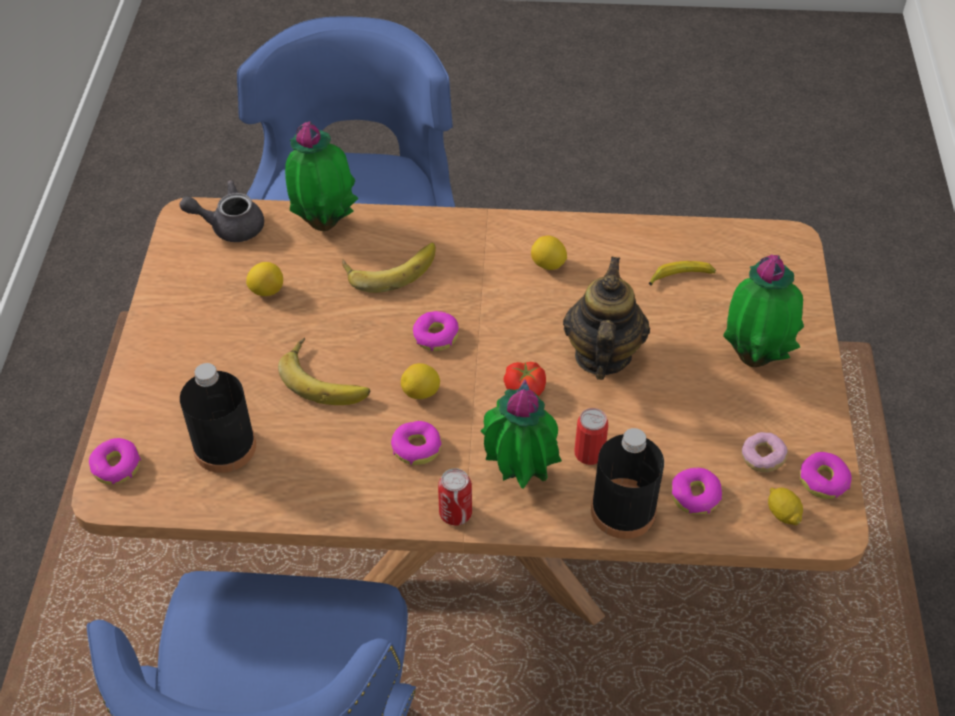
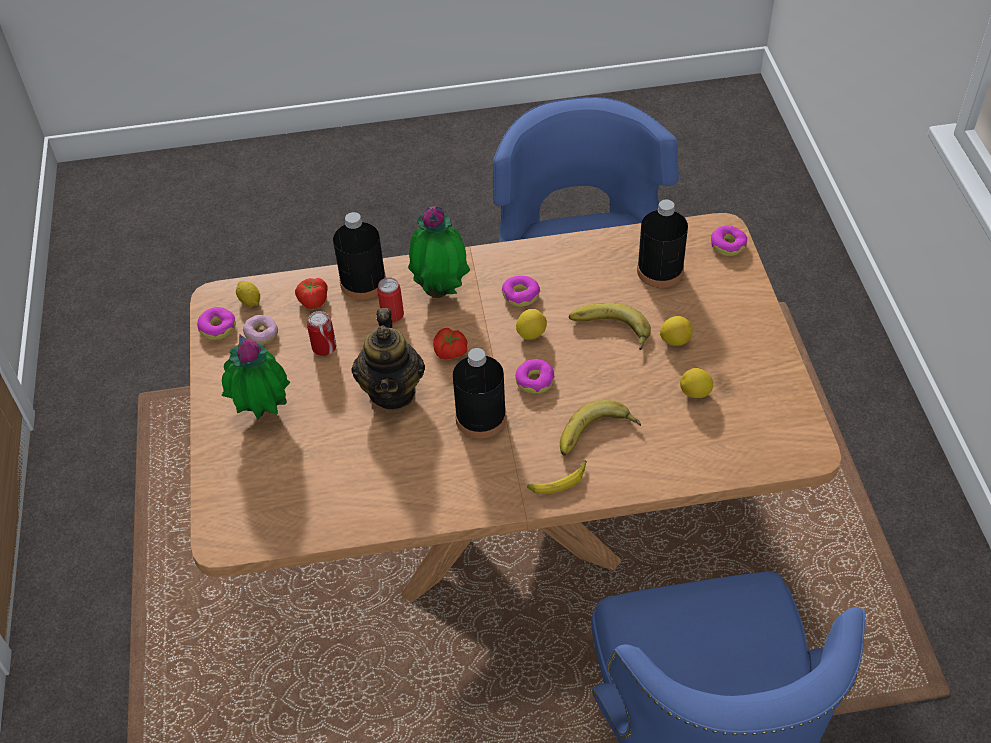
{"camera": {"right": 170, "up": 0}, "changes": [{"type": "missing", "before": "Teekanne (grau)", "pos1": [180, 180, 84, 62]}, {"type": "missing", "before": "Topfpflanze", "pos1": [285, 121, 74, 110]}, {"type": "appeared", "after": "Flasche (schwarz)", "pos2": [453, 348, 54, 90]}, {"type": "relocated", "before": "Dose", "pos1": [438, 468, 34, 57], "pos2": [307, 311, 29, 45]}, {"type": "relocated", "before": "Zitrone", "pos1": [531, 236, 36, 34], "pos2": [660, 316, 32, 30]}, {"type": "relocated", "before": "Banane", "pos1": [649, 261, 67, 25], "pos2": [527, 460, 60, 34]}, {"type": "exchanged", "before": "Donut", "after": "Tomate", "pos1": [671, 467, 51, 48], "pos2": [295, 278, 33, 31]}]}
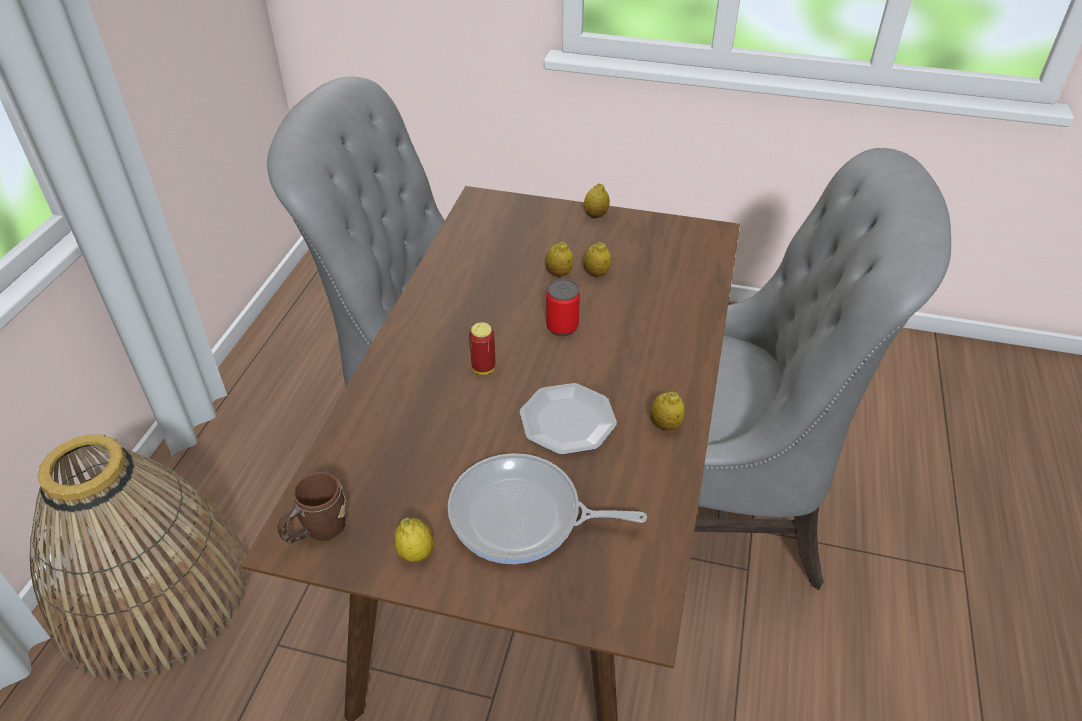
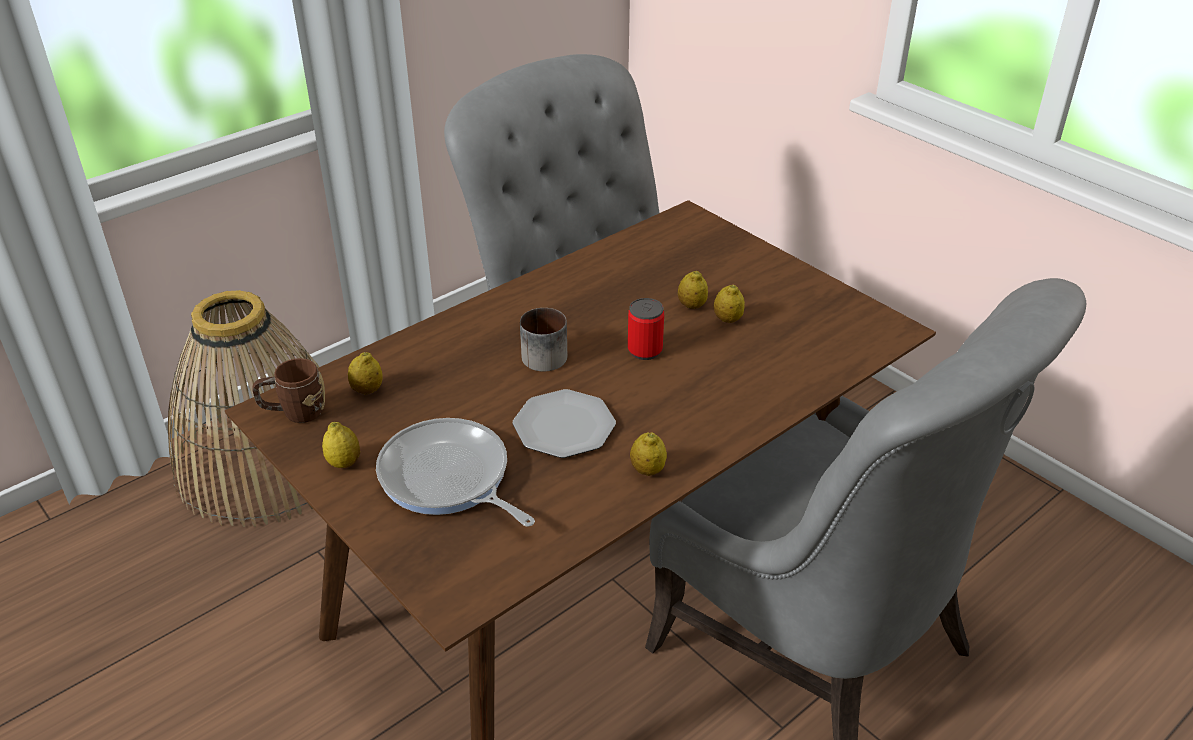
{"camera": {"right": 35, "up": -5}, "changes": [{"type": "relocated", "before": "Zitrone", "pos1": [584, 183, 26, 36], "pos2": [348, 352, 35, 42]}, {"type": "exchanged", "before": "Dose", "after": "Henkelbecher", "pos1": [469, 322, 26, 53], "pos2": [520, 308, 47, 63]}]}
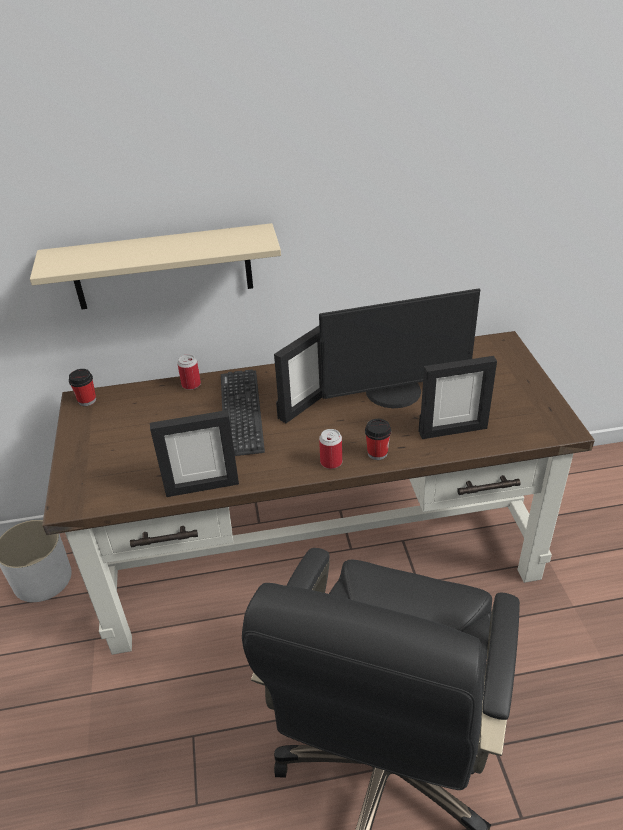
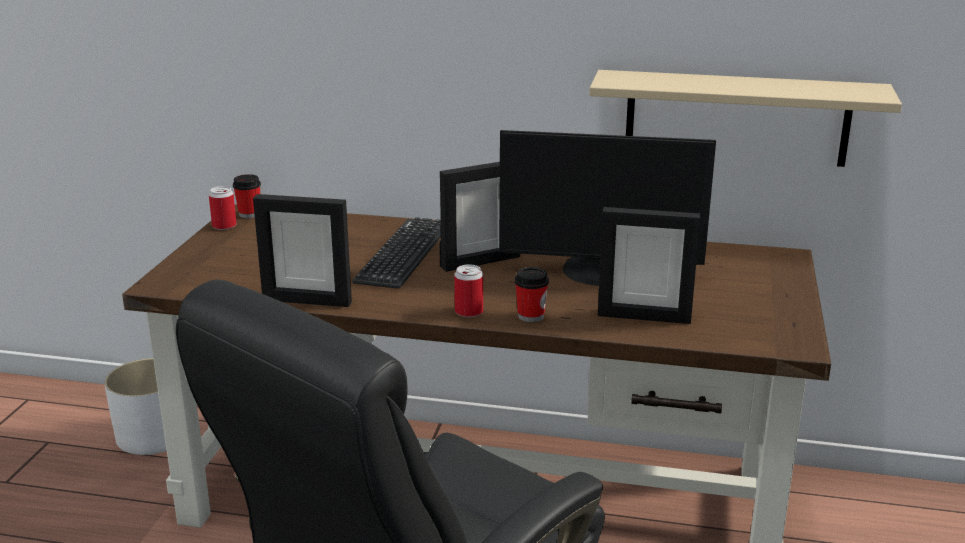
{"camera": {"right": 20, "up": -15}, "changes": [{"type": "relocated", "before": "Wandregal (beige)", "pos1": [30, 223, 251, 86], "pos2": [589, 70, 313, 97]}, {"type": "relocated", "before": "Dose", "pos1": [177, 354, 24, 36], "pos2": [209, 186, 28, 44]}]}
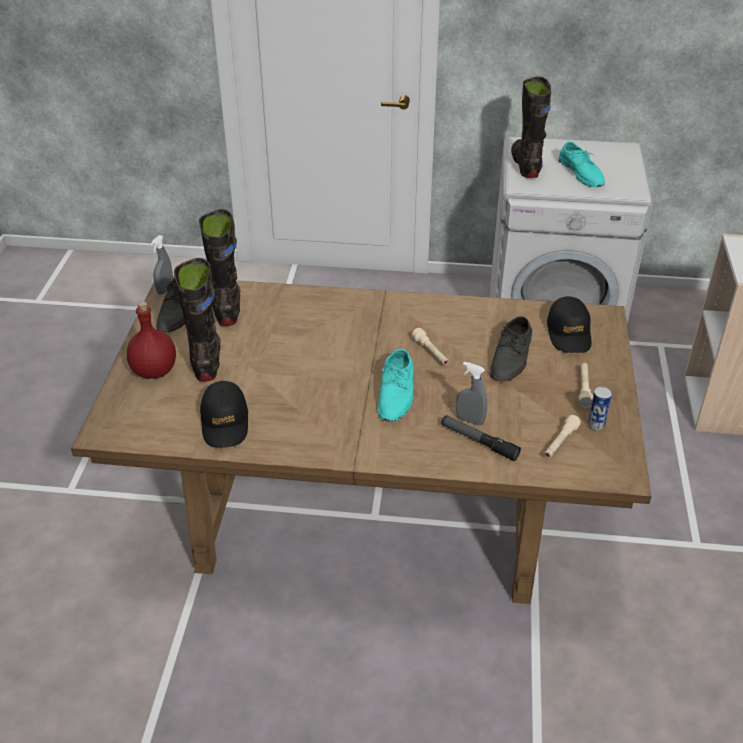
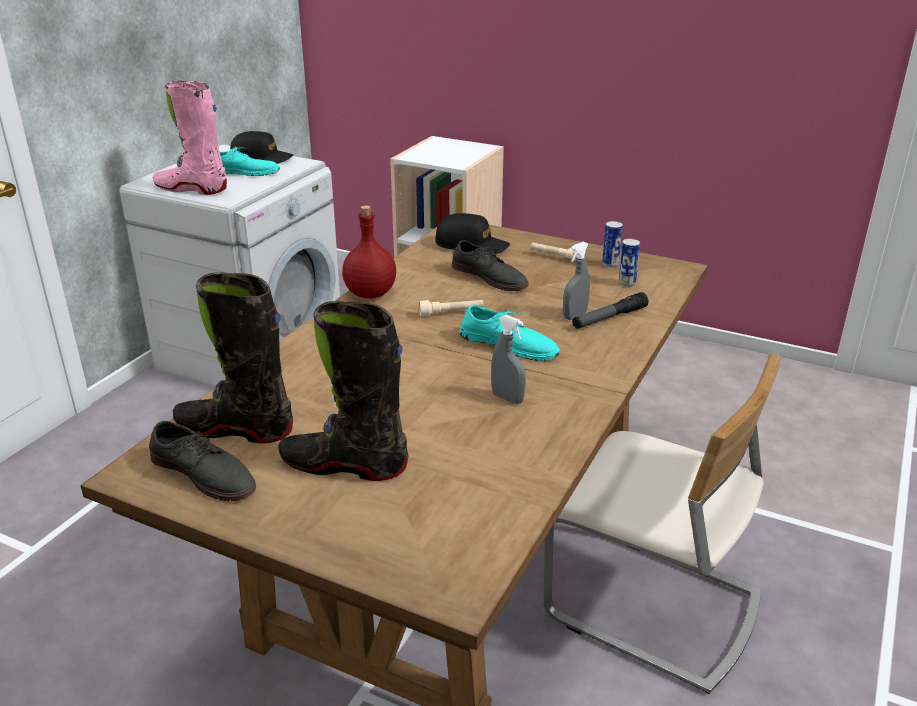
{"camera": {"right": -70, "up": -10}, "changes": [{"type": "appeared", "after": "Stuhl (beige)", "pos2": [543, 354, 238, 340]}, {"type": "relocated", "before": "Flasche (rot)", "pos1": [127, 301, 49, 78], "pos2": [342, 206, 54, 92]}, {"type": "relocated", "before": "Sprühflasche (grau)", "pos1": [151, 235, 22, 60], "pos2": [491, 315, 35, 89]}, {"type": "relocated", "before": "Kappe (schwarz)", "pos1": [200, 381, 48, 67], "pos2": [230, 131, 63, 33]}, {"type": "exchanged", "before": "Taschenlampe (beige)", "after": "Dose", "pos1": [544, 415, 37, 43], "pos2": [619, 239, 21, 48]}, {"type": "colour", "before": "Stiefel (schwarz)", "after": "Stiefel (rosa)", "pos1": [511, 77, 40, 101], "pos2": [153, 81, 74, 114]}]}
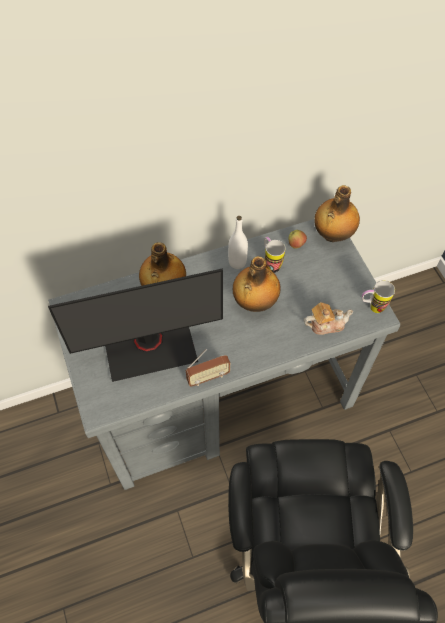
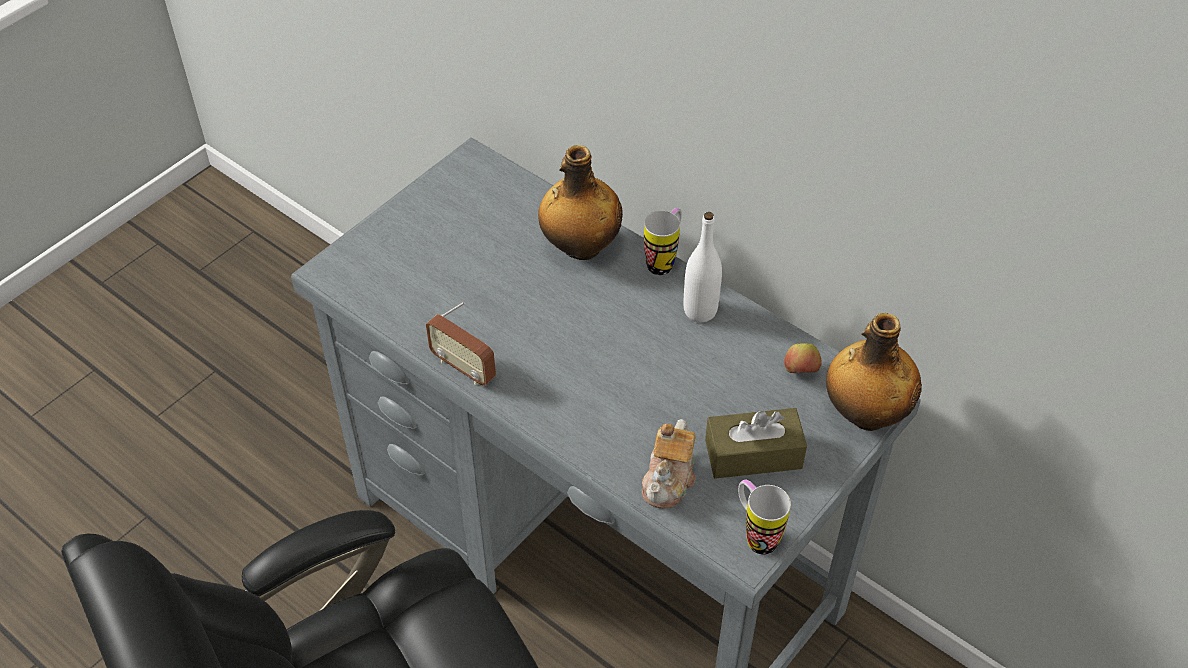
{"camera": {"right": 60, "up": -10}, "changes": [{"type": "missing", "before": "Monitor", "pos1": [48, 269, 175, 113]}, {"type": "missing", "before": "Flasche", "pos1": [233, 256, 48, 56]}, {"type": "appeared", "after": "Taschentuchbox (braun)", "pos2": [705, 408, 102, 71]}, {"type": "relocated", "before": "Henkelbecher", "pos1": [264, 237, 22, 36], "pos2": [644, 208, 38, 67]}, {"type": "spun", "before": "Teekanne", "pos1": [304, 302, 50, 33], "pos2": [642, 419, 54, 90], "turn": 60}]}
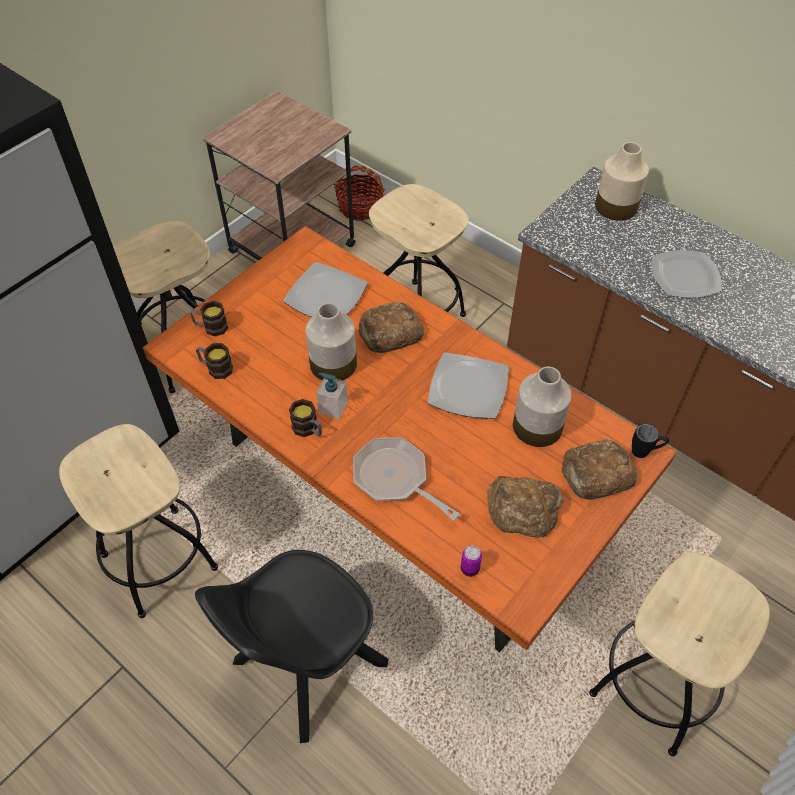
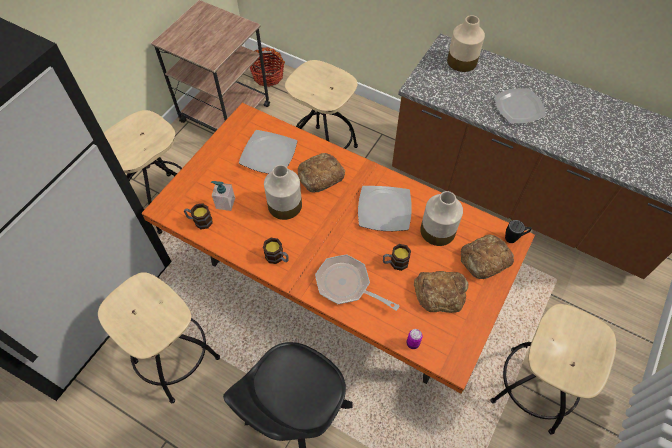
{"camera": {"right": -10, "up": 5}, "changes": [{"type": "relocated", "before": "Henkelbecher", "pos1": [190, 301, 38, 35], "pos2": [383, 244, 28, 27]}, {"type": "relocated", "before": "Seifenspender", "pos1": [316, 373, 32, 46], "pos2": [211, 181, 24, 30]}]}
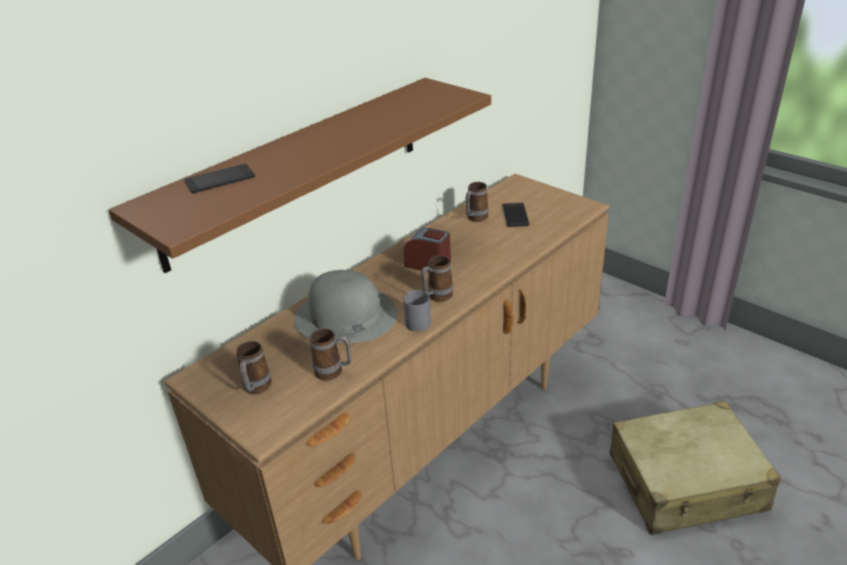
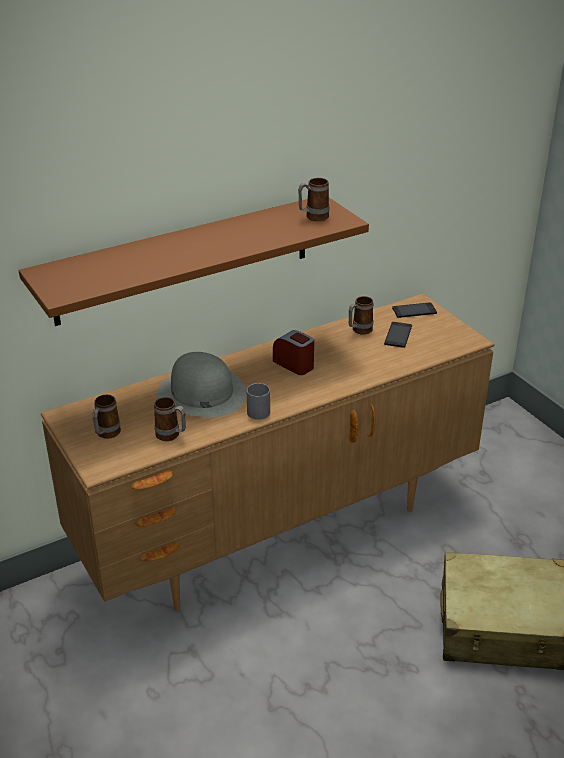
{"camera": {"right": 15, "up": 0}, "changes": [{"type": "relocated", "before": "Handy", "pos1": [185, 164, 70, 29], "pos2": [392, 302, 45, 16]}, {"type": "relocated", "before": "Henkelbecher", "pos1": [421, 255, 32, 47], "pos2": [298, 178, 31, 43]}]}
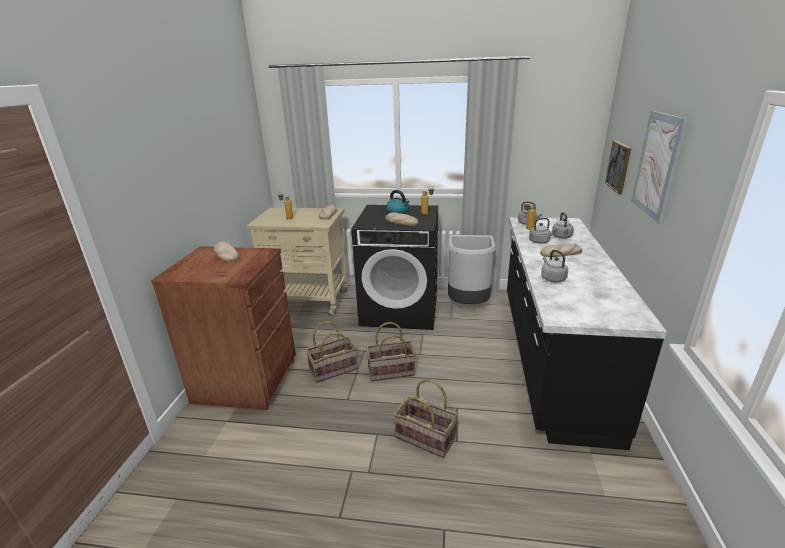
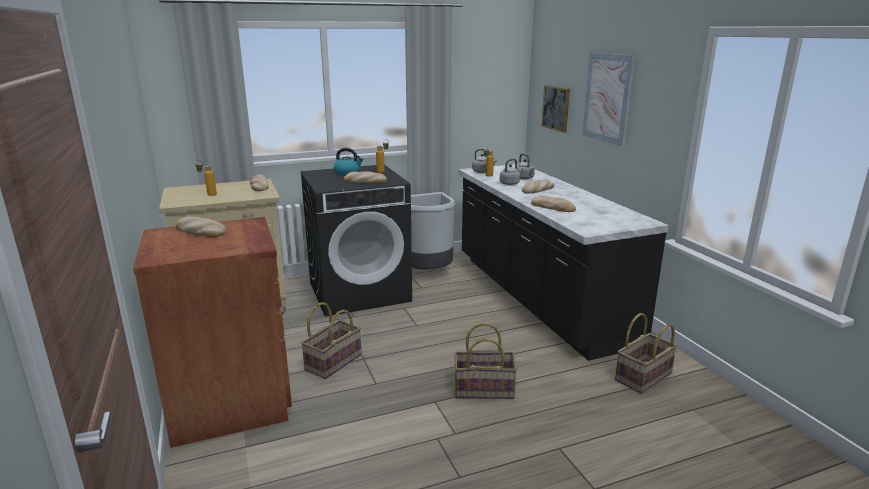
{"camera": {"right": -30, "up": -5}, "changes": [{"type": "relocated", "before": "Korb", "pos1": [366, 322, 50, 59], "pos2": [615, 313, 63, 80]}, {"type": "exchanged", "before": "Wasserkessel (grau)", "after": "Brot", "pos1": [541, 250, 27, 32], "pos2": [531, 195, 45, 17]}]}
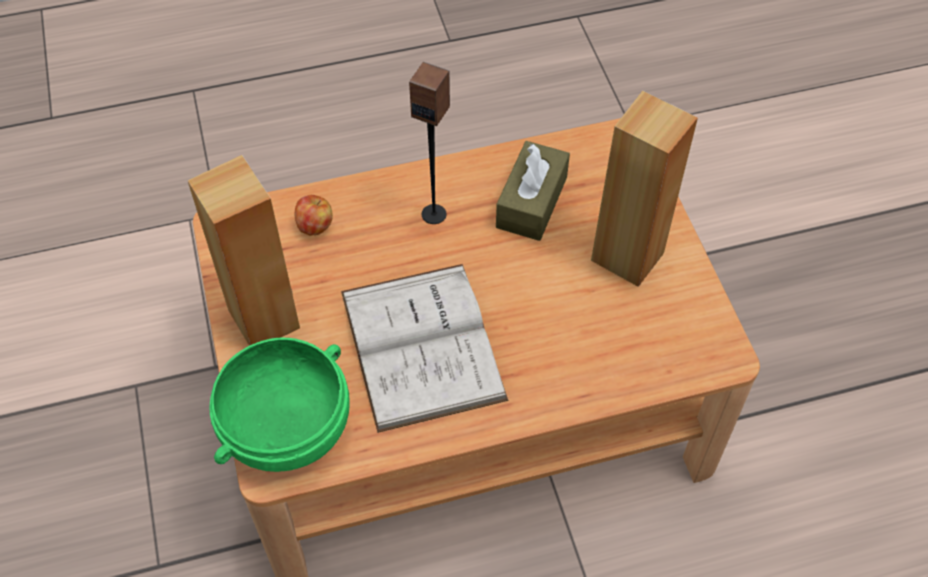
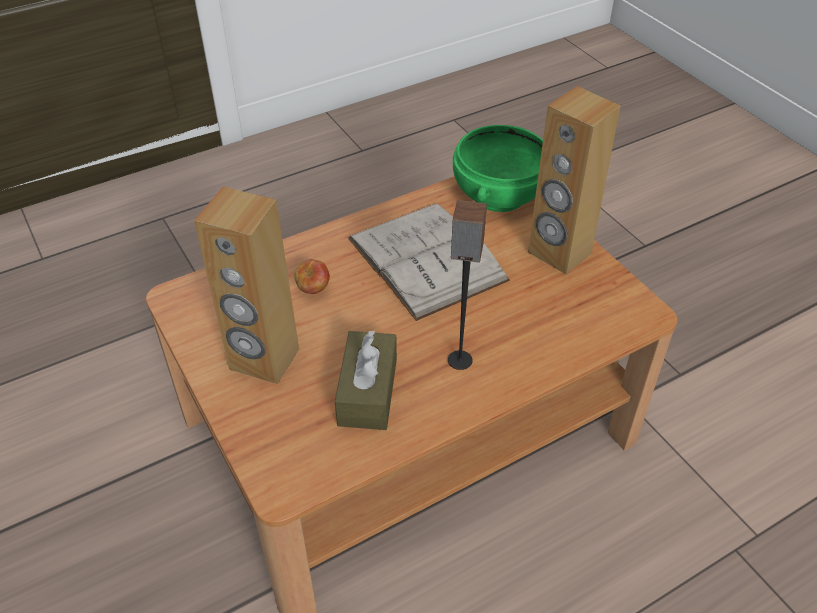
{"camera": {"right": 165, "up": -10}, "changes": [{"type": "relocated", "before": "Apfel", "pos1": [295, 195, 38, 41], "pos2": [294, 259, 36, 35]}]}
